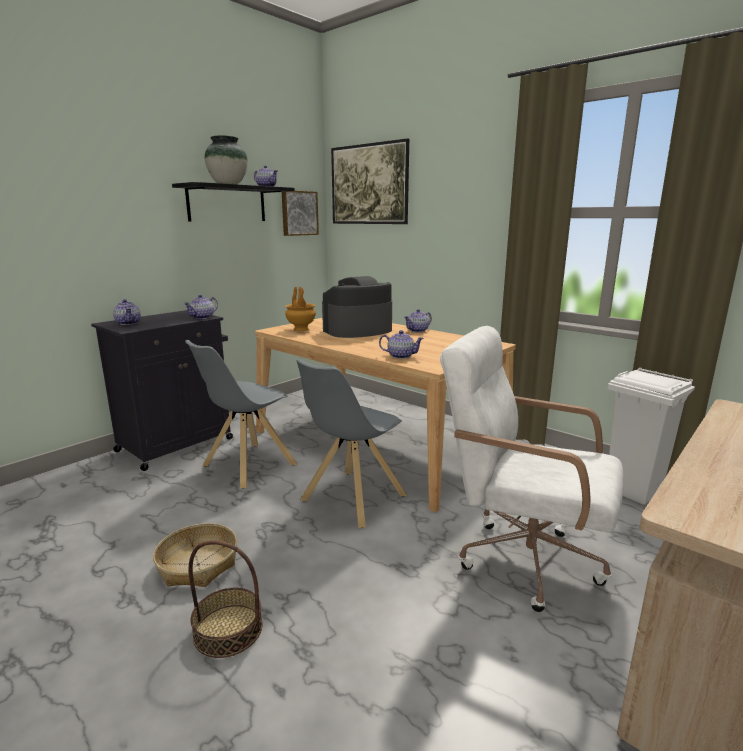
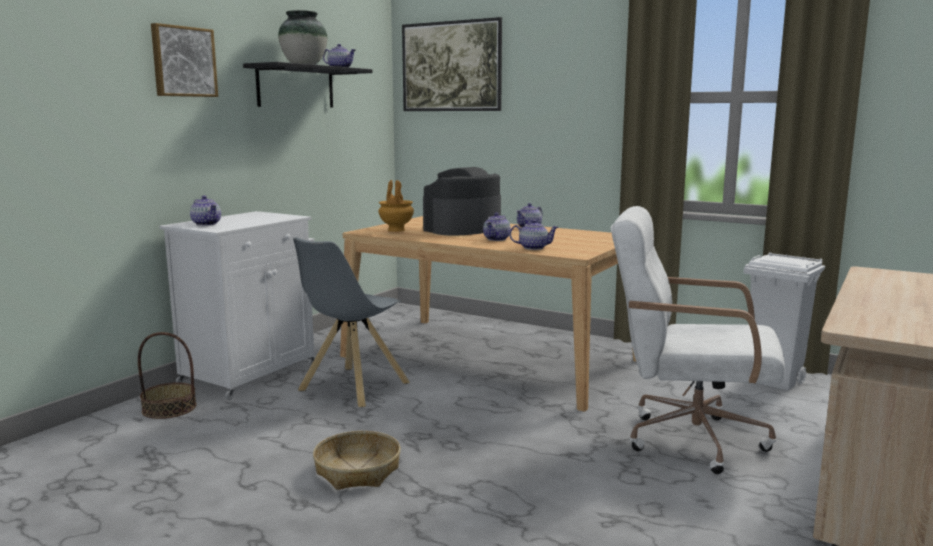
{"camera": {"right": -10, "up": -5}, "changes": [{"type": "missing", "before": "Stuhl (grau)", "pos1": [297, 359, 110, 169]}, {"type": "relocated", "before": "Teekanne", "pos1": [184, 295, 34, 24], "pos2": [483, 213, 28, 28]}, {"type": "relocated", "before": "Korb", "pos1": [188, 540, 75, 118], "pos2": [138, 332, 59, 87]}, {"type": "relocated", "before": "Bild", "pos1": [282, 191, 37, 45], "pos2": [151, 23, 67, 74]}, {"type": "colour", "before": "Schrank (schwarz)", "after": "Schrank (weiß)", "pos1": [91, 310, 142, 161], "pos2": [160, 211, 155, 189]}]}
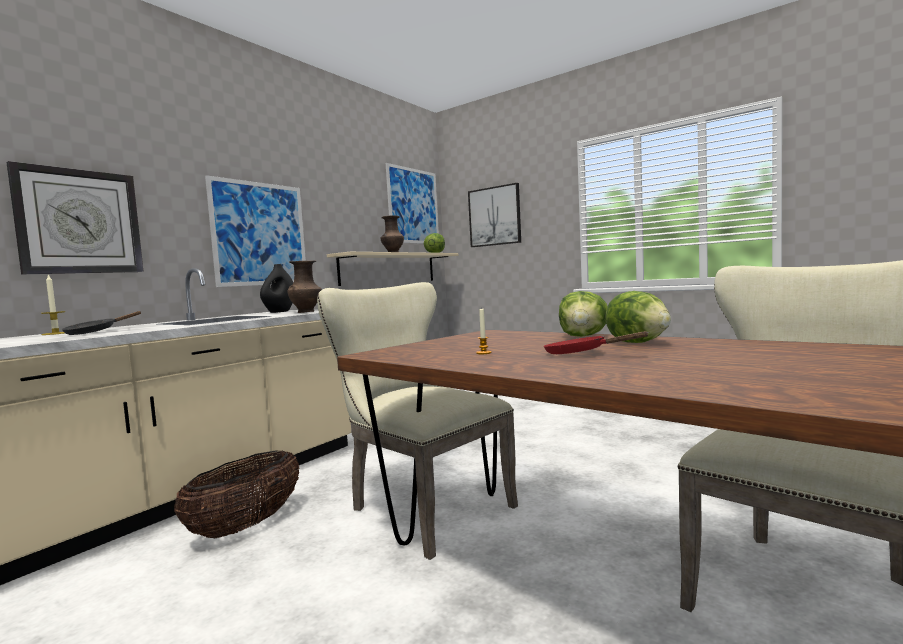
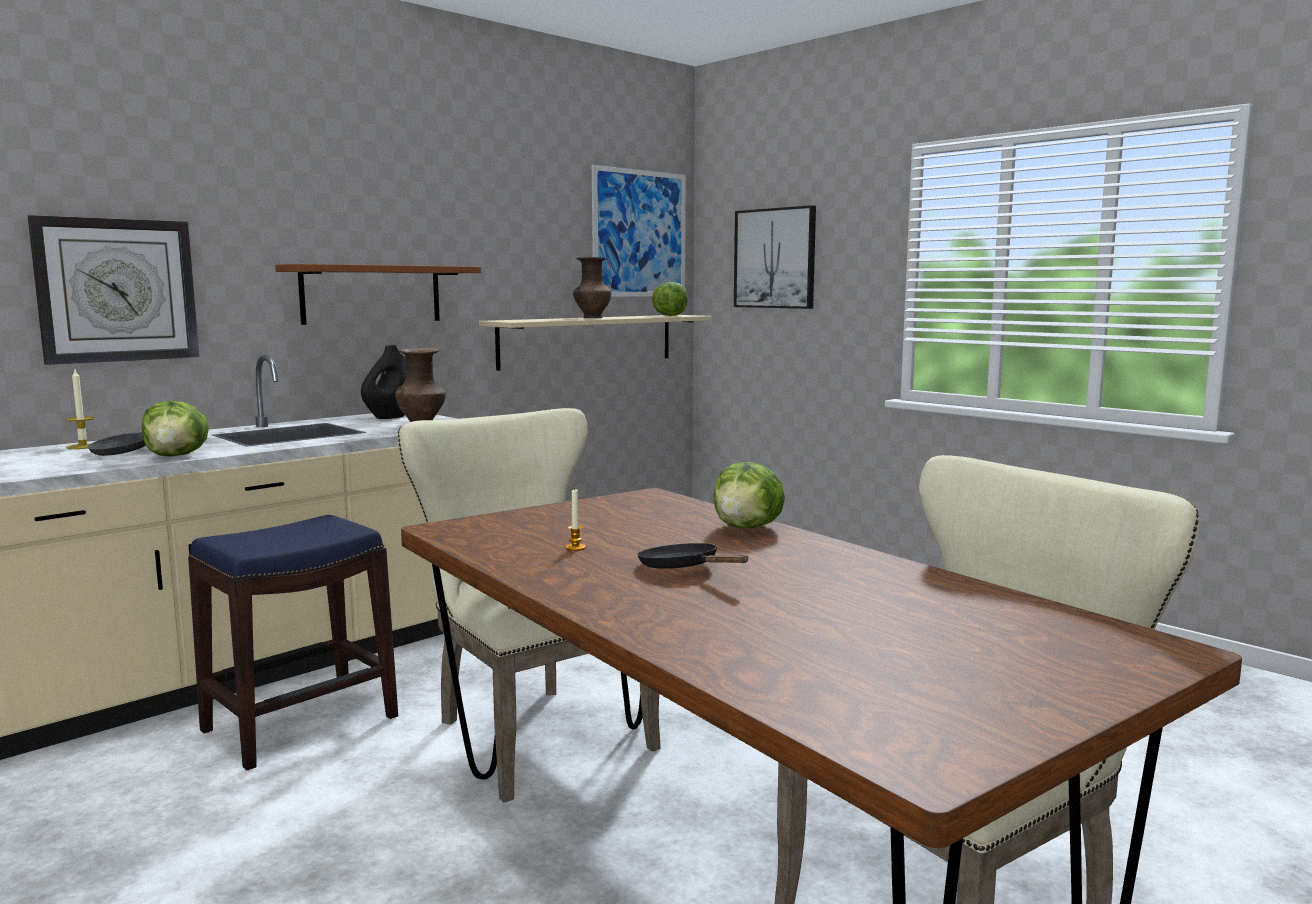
{"camera": {"right": 10, "up": 5}, "changes": [{"type": "relocated", "before": "Salatkopf", "pos1": [605, 291, 66, 52], "pos2": [142, 401, 67, 56]}, {"type": "exchanged", "before": "Korb", "after": "Hocker", "pos1": [174, 451, 125, 87], "pos2": [188, 515, 210, 255]}, {"type": "exchanged", "before": "Bild", "after": "Wandregal (braun)", "pos1": [205, 175, 101, 112], "pos2": [275, 264, 206, 61]}, {"type": "colour", "before": "Pfanne (rot)", "after": "Pfanne (schwarz)", "pos1": [544, 331, 105, 23], "pos2": [637, 543, 112, 26]}]}
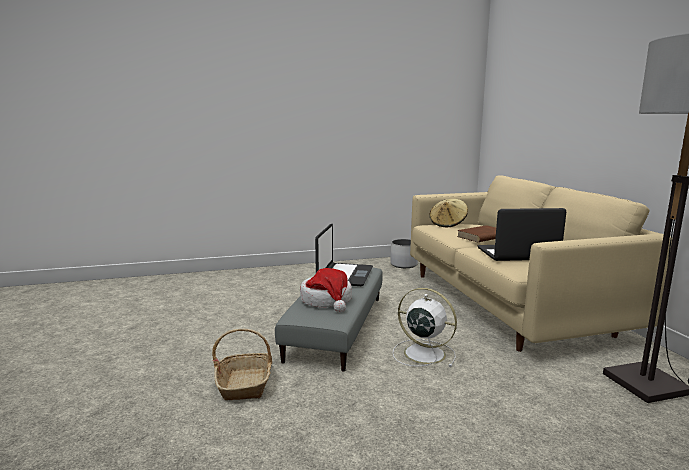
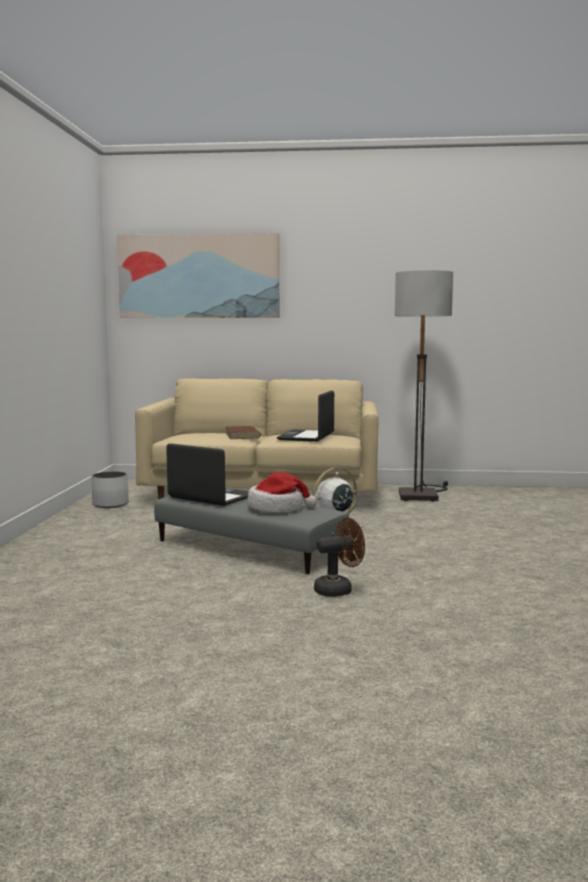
{"camera": {"right": -70, "up": -5}, "changes": [{"type": "missing", "before": "Hut (beige)", "pos1": [430, 199, 38, 28]}, {"type": "appeared", "after": "Bild", "pos2": [117, 233, 162, 85]}, {"type": "exchanged", "before": "Korb", "after": "Ventilator (braun)", "pos1": [212, 329, 60, 71], "pos2": [314, 518, 51, 79]}]}
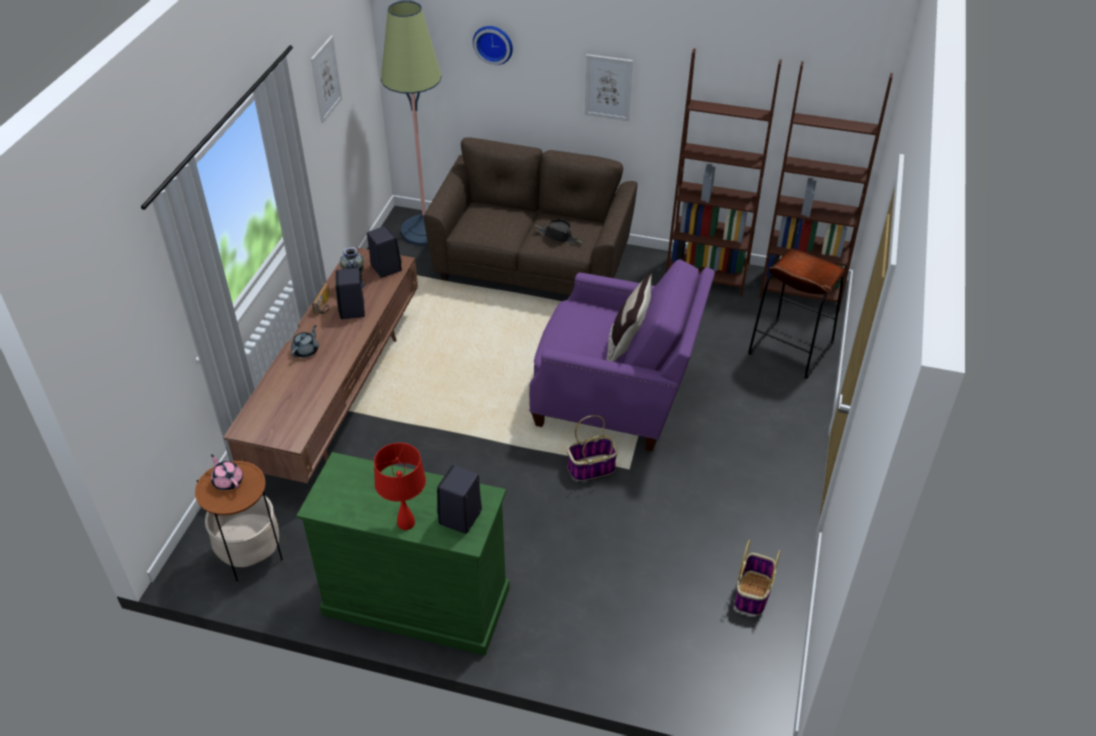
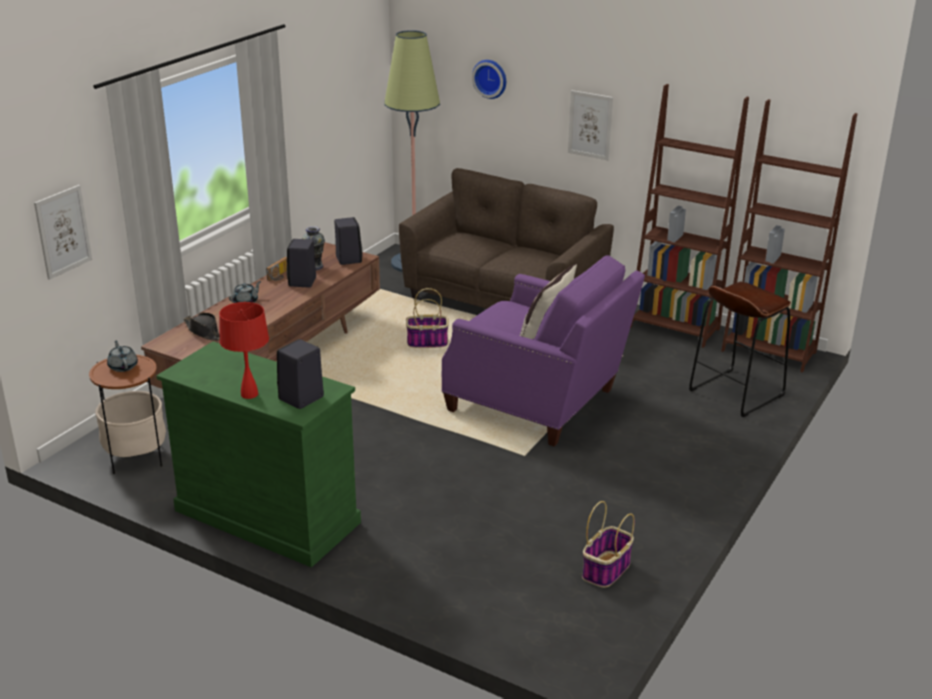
{"camera": {"right": 15, "up": -15}, "changes": [{"type": "relocated", "before": "Bild", "pos1": [311, 35, 31, 88], "pos2": [34, 185, 58, 95]}, {"type": "relocated", "before": "Hut (schwarz)", "pos1": [535, 219, 48, 25], "pos2": [183, 313, 37, 28]}, {"type": "relocated", "before": "Korb", "pos1": [567, 415, 51, 66], "pos2": [406, 288, 43, 60]}, {"type": "colour", "before": "Teekanne (rosa)", "after": "Teekanne (grau)", "pos1": [211, 454, 32, 37], "pos2": [107, 340, 31, 32]}]}
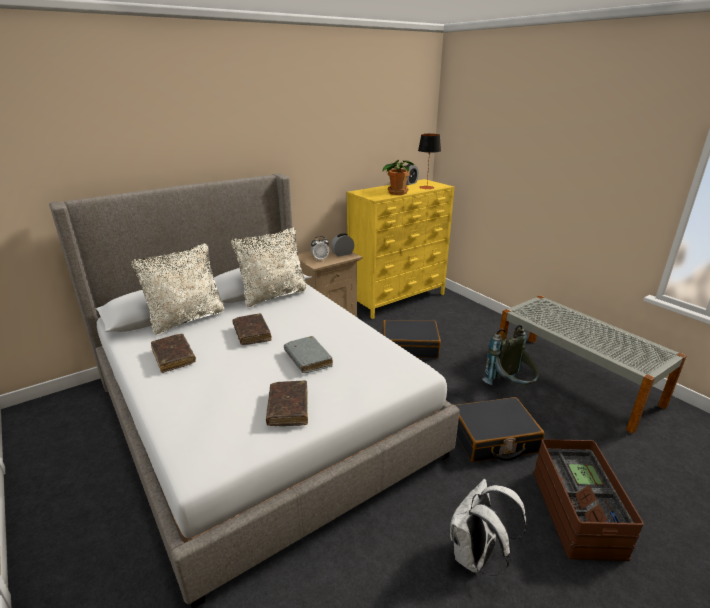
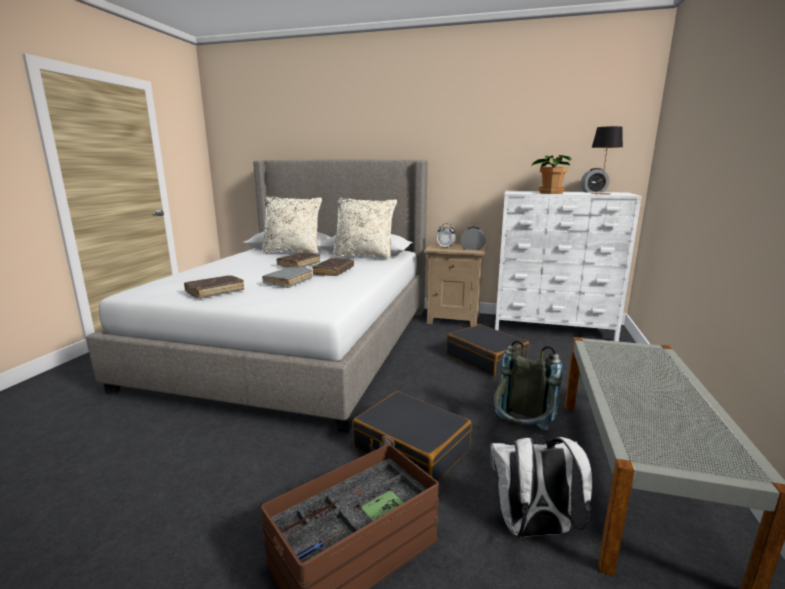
{"camera": {"right": 50, "up": -10}, "changes": [{"type": "relocated", "before": "Buch (braun)", "pos1": [151, 334, 45, 39], "pos2": [313, 258, 41, 18]}, {"type": "relocated", "before": "Rucksack (weiß)", "pos1": [450, 479, 77, 97], "pos2": [490, 434, 103, 103]}, {"type": "colour", "before": "Kommode (gelb)", "after": "Kommode (weiß)", "pos1": [347, 179, 108, 140], "pos2": [495, 191, 147, 150]}]}
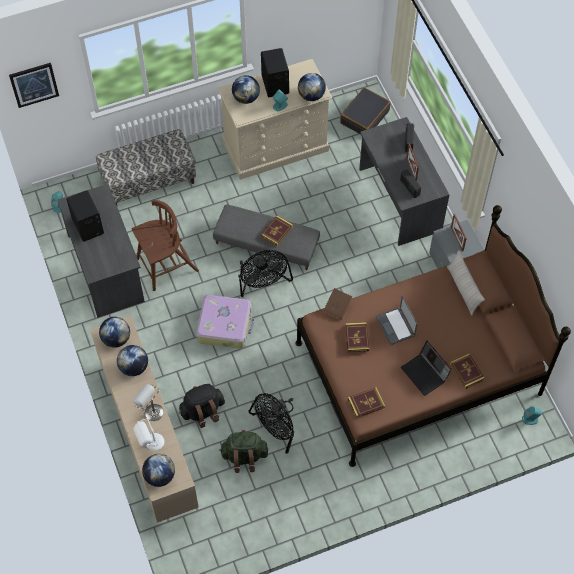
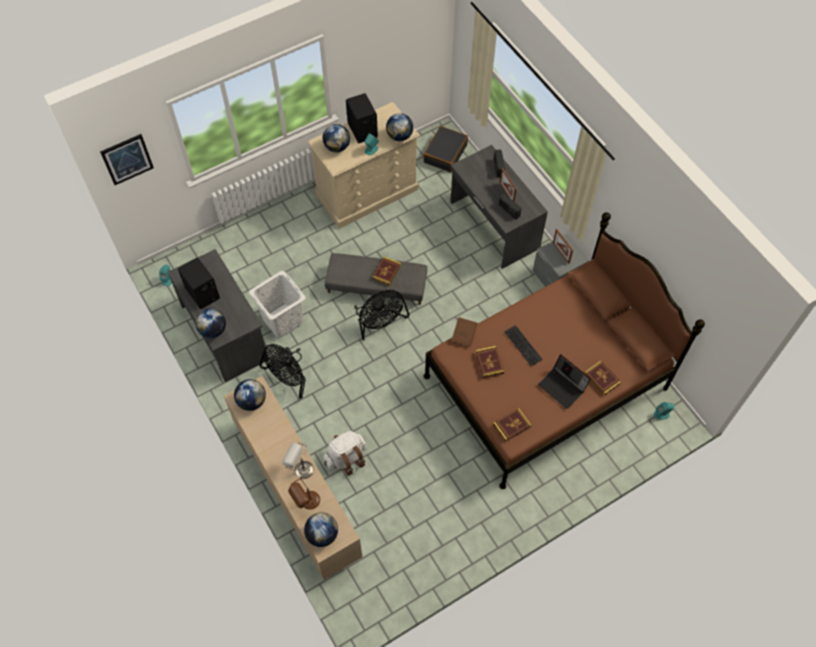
{"camera": {"right": -10, "up": 0}, "changes": [{"type": "missing", "before": "Bank", "pos1": [96, 129, 100, 76]}, {"type": "missing", "before": "Koffer", "pos1": [196, 294, 58, 55]}, {"type": "missing", "before": "Rucksack (grün)", "pos1": [219, 430, 49, 43]}, {"type": "missing", "before": "Kissen (beige)", "pos1": [447, 250, 38, 65]}, {"type": "relocated", "before": "Globus", "pos1": [117, 345, 31, 31], "pos2": [195, 308, 31, 30]}, {"type": "relocated", "before": "Ventilator (schwarz)", "pos1": [249, 393, 45, 61], "pos2": [259, 344, 47, 55]}, {"type": "exchanged", "before": "Stuhl (braun)", "after": "Wäschekorb (weiß)", "pos1": [132, 200, 67, 91], "pos2": [249, 271, 56, 67]}, {"type": "exchanged", "before": "Laptop", "after": "Tastatur", "pos1": [376, 295, 41, 50], "pos2": [504, 325, 39, 41]}, {"type": "colour", "before": "Tischlampe (weiß)", "after": "Tischlampe (braun)", "pos1": [134, 418, 30, 33], "pos2": [288, 478, 32, 32]}, {"type": "colour", "before": "Rucksack (schwarz)", "after": "Rucksack (weiß)", "pos1": [179, 384, 46, 44], "pos2": [324, 431, 43, 45]}]}
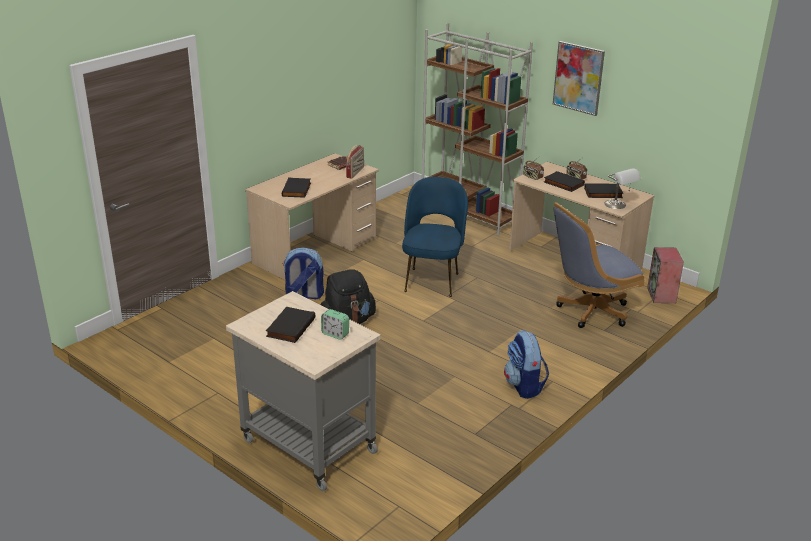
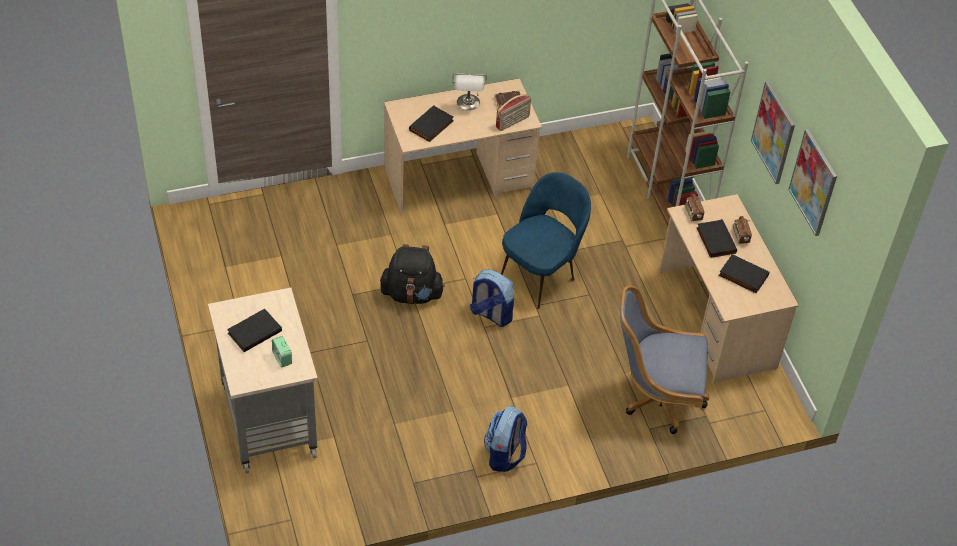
{"camera": {"right": 30, "up": 20}, "changes": [{"type": "missing", "before": "Lautsprecher", "pos1": [647, 247, 37, 56]}, {"type": "appeared", "after": "Bild", "pos2": [788, 129, 49, 107]}, {"type": "relocated", "before": "Rucksack", "pos1": [283, 247, 41, 52], "pos2": [470, 269, 44, 58]}, {"type": "relocated", "before": "Tischlampe (weiß)", "pos1": [604, 168, 36, 41], "pos2": [452, 73, 35, 37]}]}
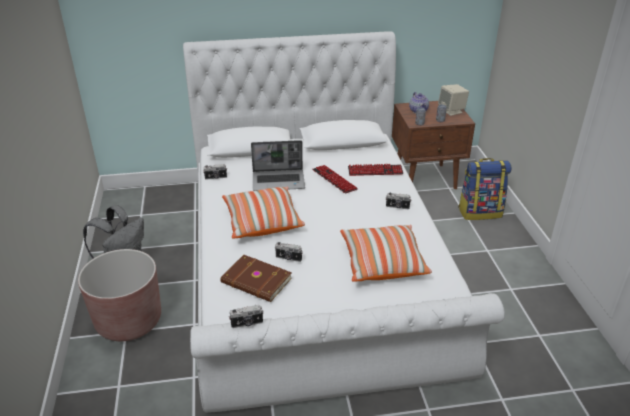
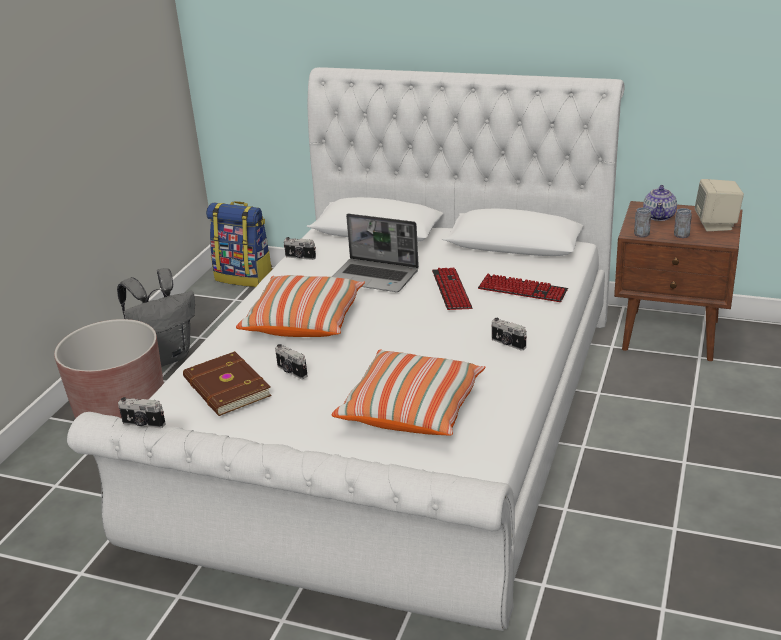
{"camera": {"right": 30, "up": -5}, "changes": [{"type": "relocated", "before": "Rucksack", "pos1": [458, 158, 54, 62], "pos2": [206, 201, 66, 86]}]}
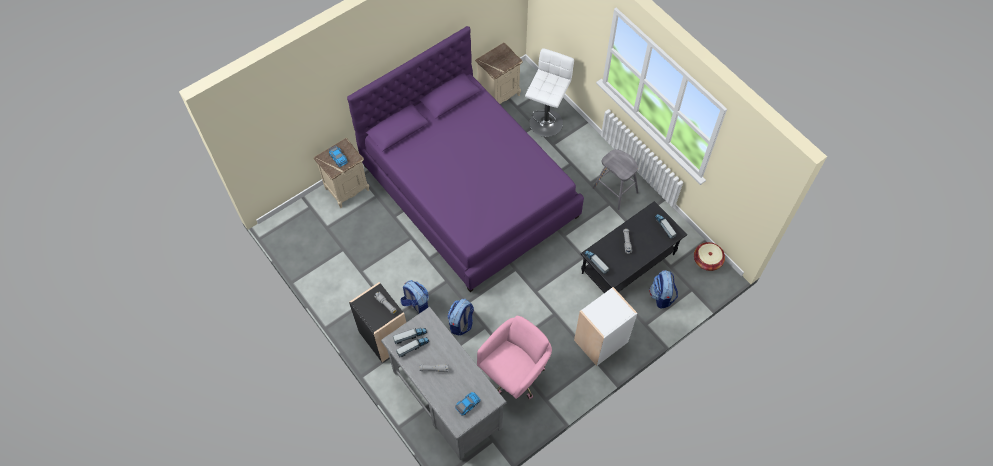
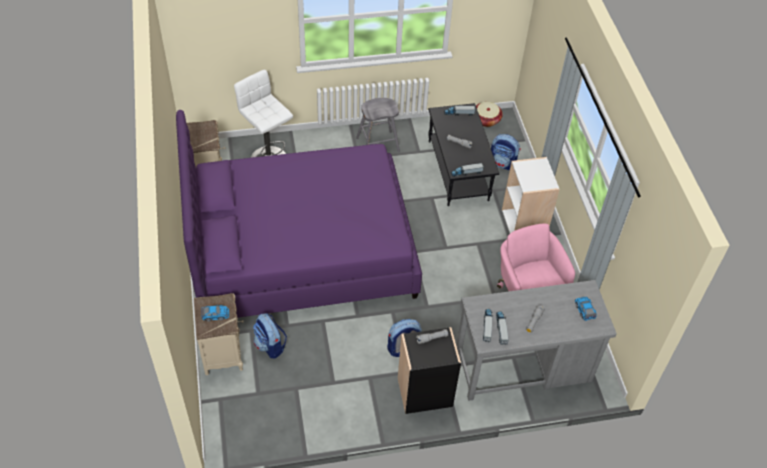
{"camera": {"right": -65, "up": -10}, "changes": [{"type": "relocated", "before": "Rucksack", "pos1": [447, 299, 27, 37], "pos2": [253, 313, 34, 45]}]}
